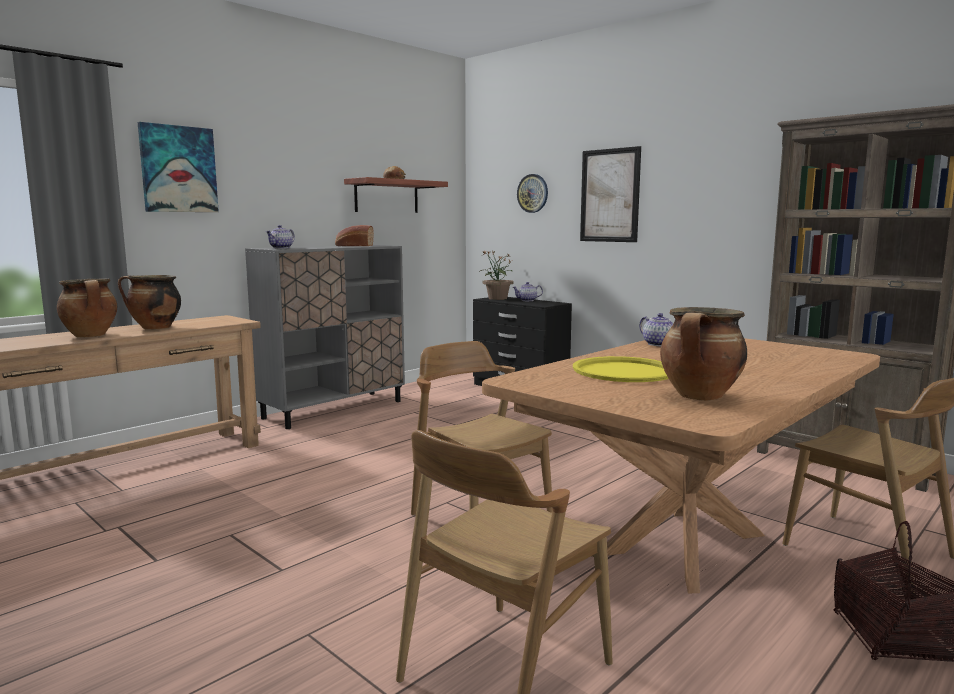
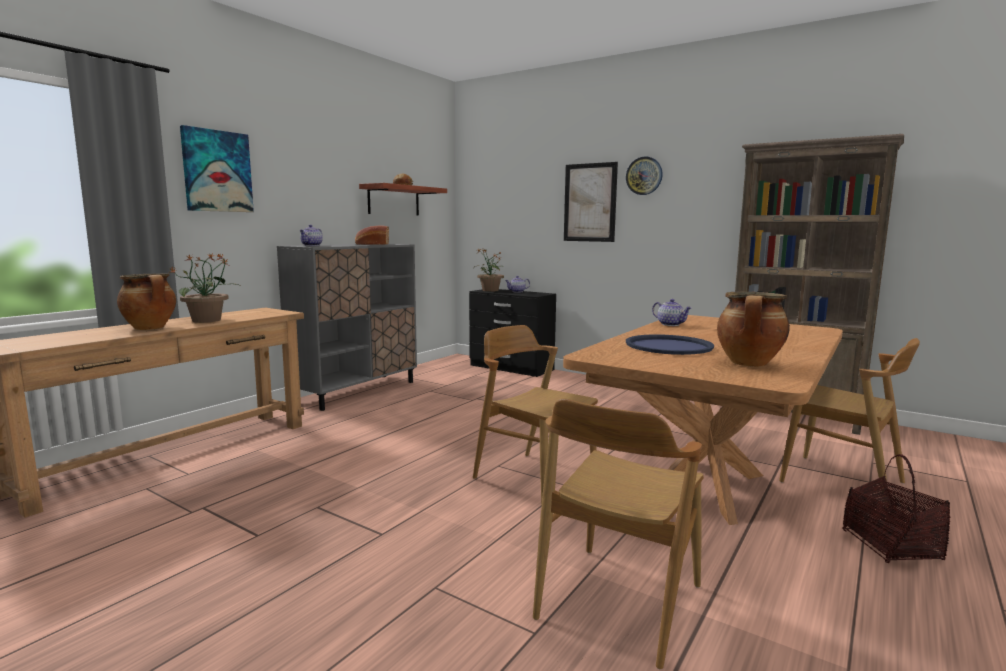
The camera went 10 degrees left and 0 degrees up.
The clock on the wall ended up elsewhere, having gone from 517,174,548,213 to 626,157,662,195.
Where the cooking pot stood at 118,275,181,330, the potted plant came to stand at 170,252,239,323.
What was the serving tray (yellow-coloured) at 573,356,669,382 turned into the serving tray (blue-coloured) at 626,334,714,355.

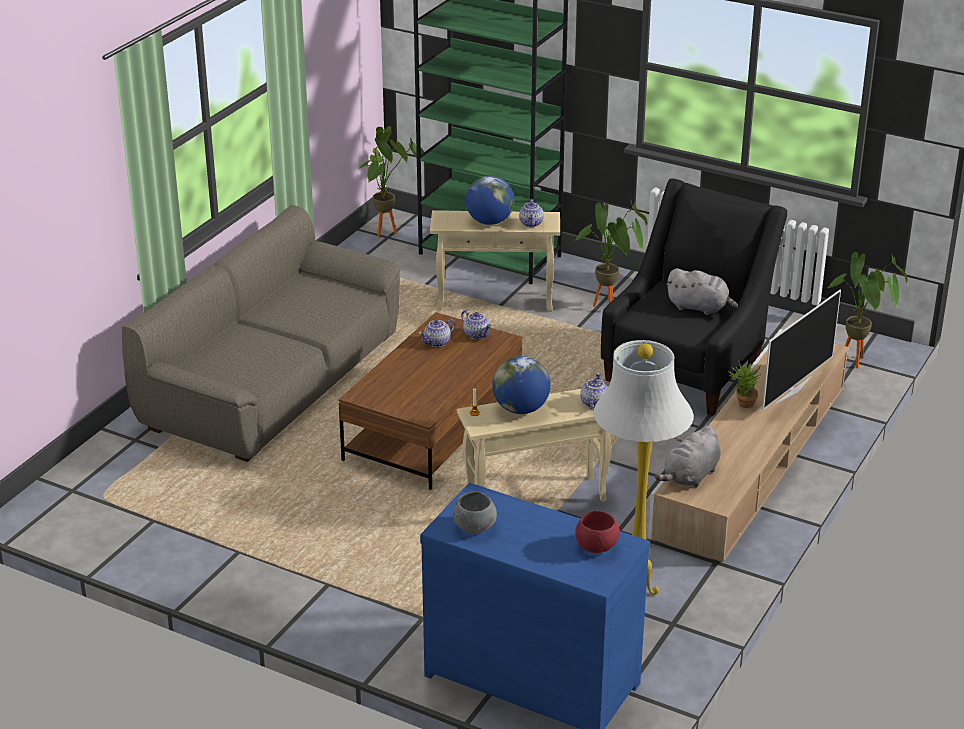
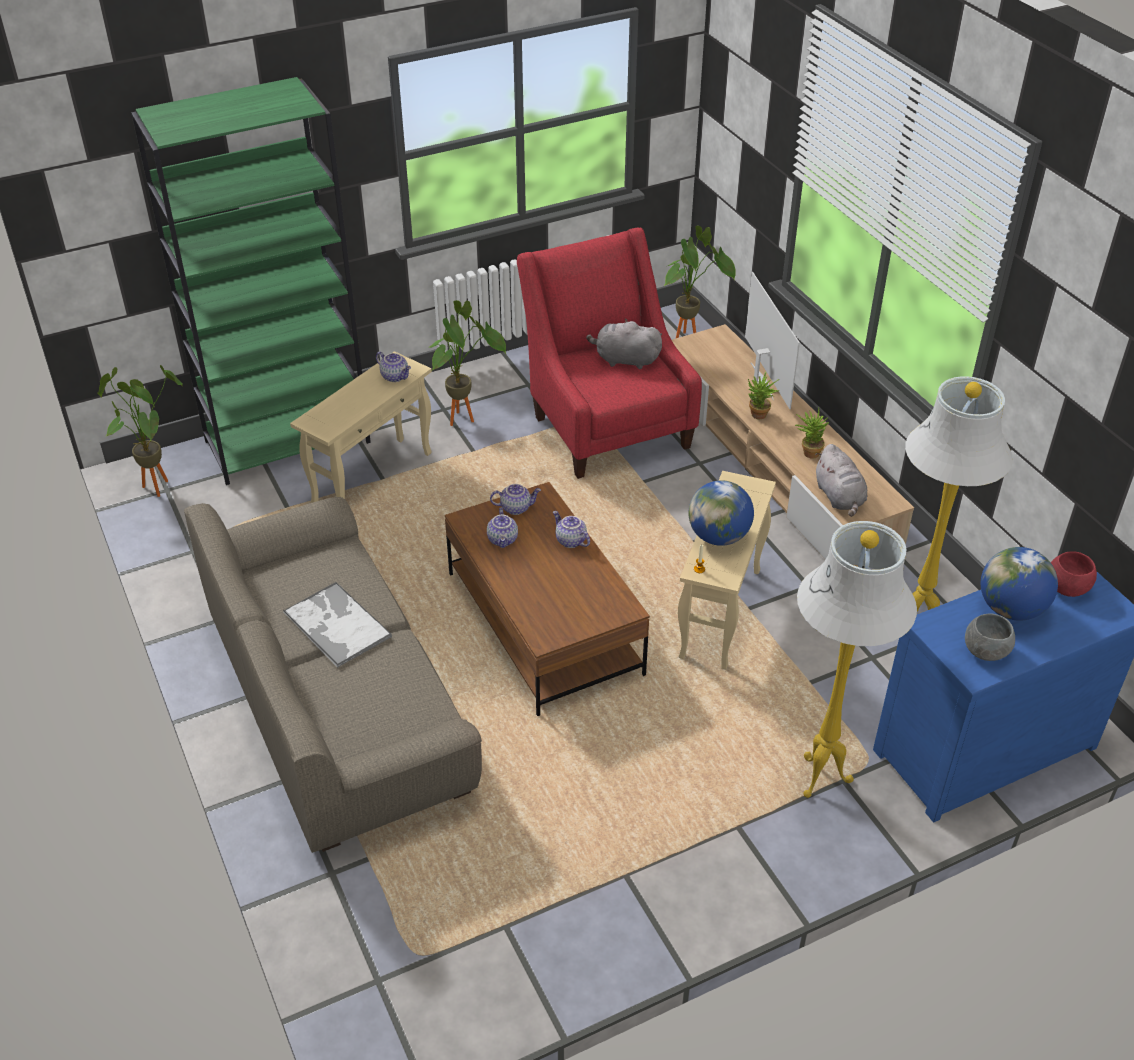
The camera went 55 degrees left and 10 degrees up.
The world globe ended up elsewhere, having gone from 466,176,514,225 to 981,547,1058,621.
What was the easy chair (blackish) at 601,178,787,416 turned into the easy chair (red-coloured) at 517,228,702,479.
The soft toy (gray) at 666,268,738,315 ended up facing another way, 135 degrees counterclockwise from before.
The teapot ended up elsewhere, having gone from 580,373,608,409 to 553,511,590,548.
The second view gained the potted plant at 795,408,829,459.
The second view gained the standard lamp (white-coloured) at 797,521,917,798.
The second view gained the serving tray at 283,582,392,668.

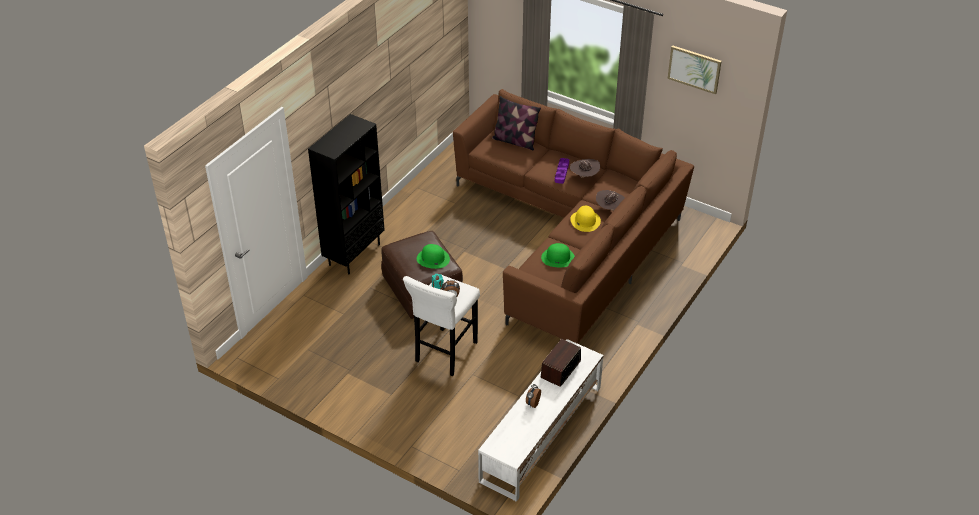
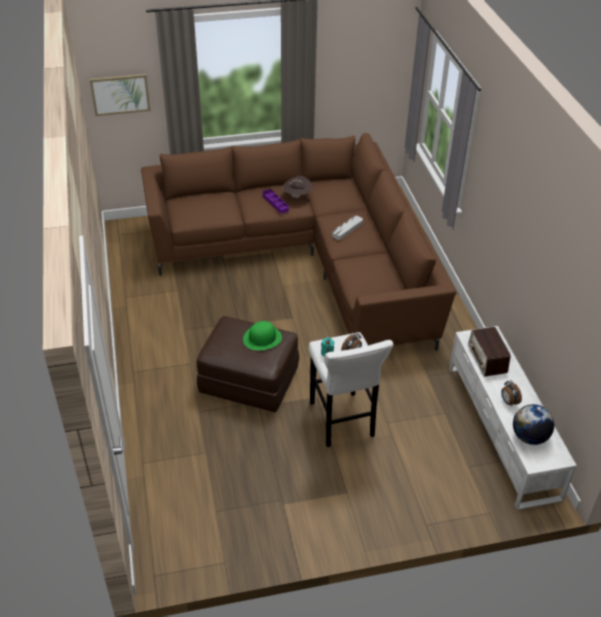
The camera went 45 degrees left and 0 degrees up.
The wall art ended up elsewhere, having gone from 668,45,722,94 to 90,74,151,116.
The second view lost the throw pillow at 492,96,541,150.
The second view lost the shelving unit (blackish) at 308,114,385,275.
The second view lost the hat (brownish) at 596,190,625,211.
Where the hat (yellow-coloured) stood at 570,206,601,232, the serving tray (gray) came to stand at 332,216,363,240.
The second view lost the hat (green-coloured) at 541,243,575,267.
The second view gained the world globe at 513,404,554,445.

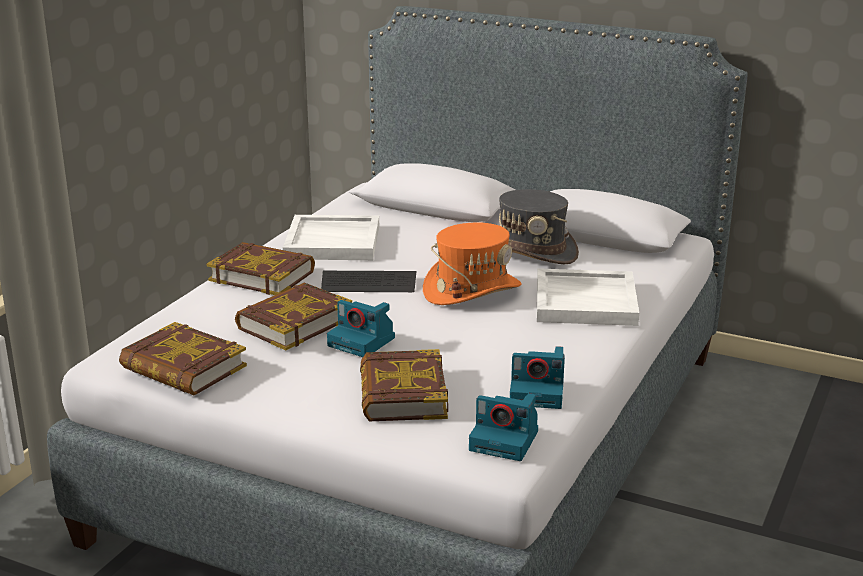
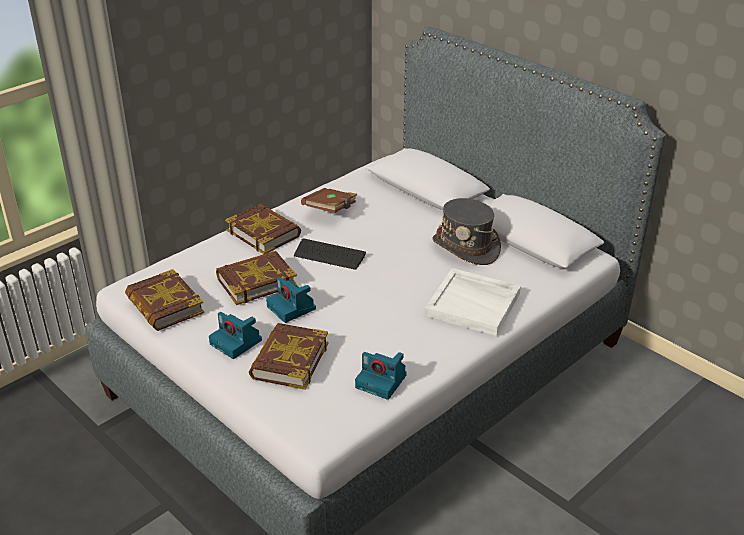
The camera went 20 degrees right and 10 degrees up.
Where the serving tray (white-coloured) stood at 283,215,379,260, the bound book (brownish) came to stand at 301,188,357,213.
The second view lost the hat (orangey) at 423,222,522,305.
The photo camera ended up elsewhere, having gone from 469,393,538,461 to 209,312,262,359.

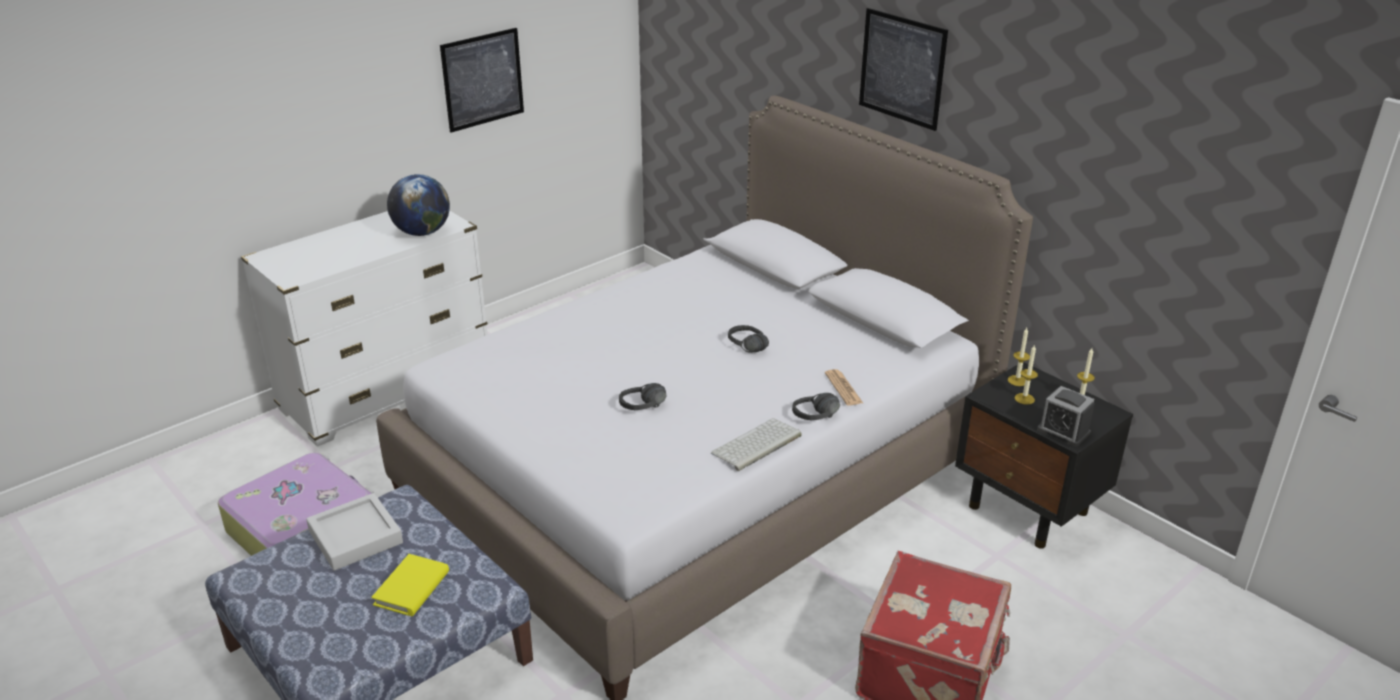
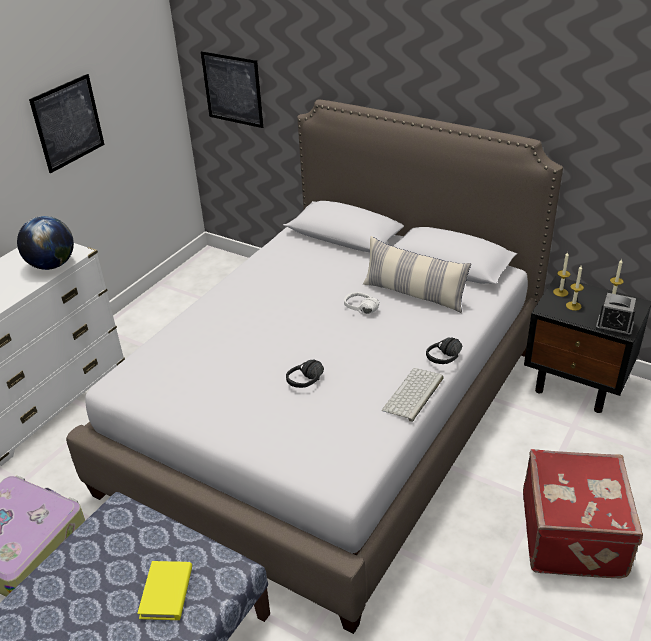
The camera went 15 degrees left and 5 degrees up.
The wall art ended up elsewhere, having gone from 859,8,948,131 to 201,51,263,128.
What was the headphones (blackish) at 728,325,769,353 turned into the headphones (white-coloured) at 344,292,379,315.
The second view lost the daily paper at 825,369,863,406.
The second view lost the serving tray (gray) at 306,493,403,571.
The second view gained the throw pillow at 363,236,471,313.

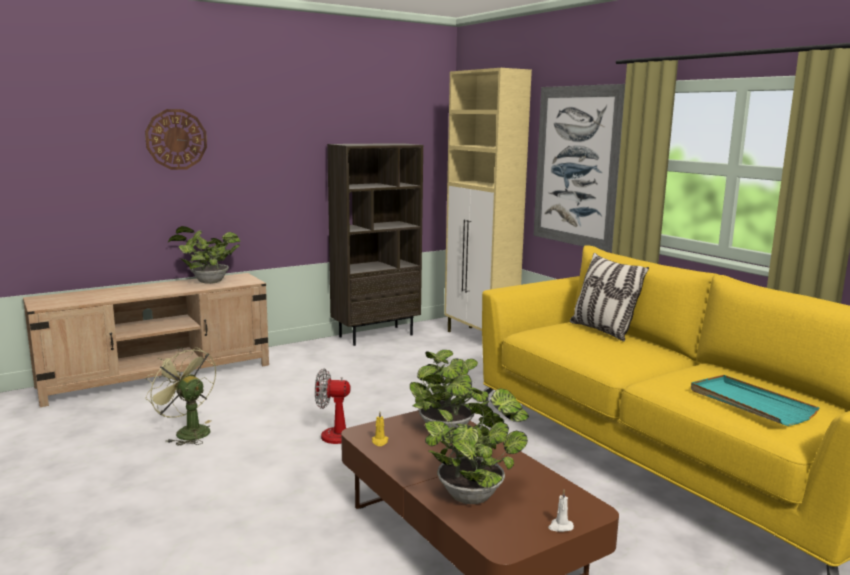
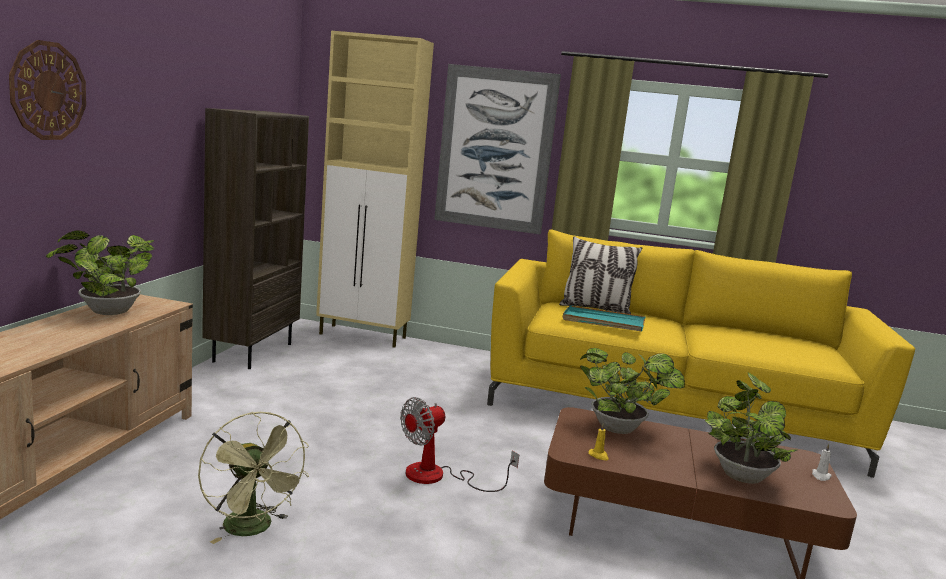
The camera went 45 degrees left and 0 degrees up.
The cooling fan (green-coloured) at 145,346,216,446 ended up facing another way, 120 degrees counterclockwise from before.
The serving tray (turquoise) ended up elsewhere, having gone from 691,375,820,426 to 563,305,646,331.

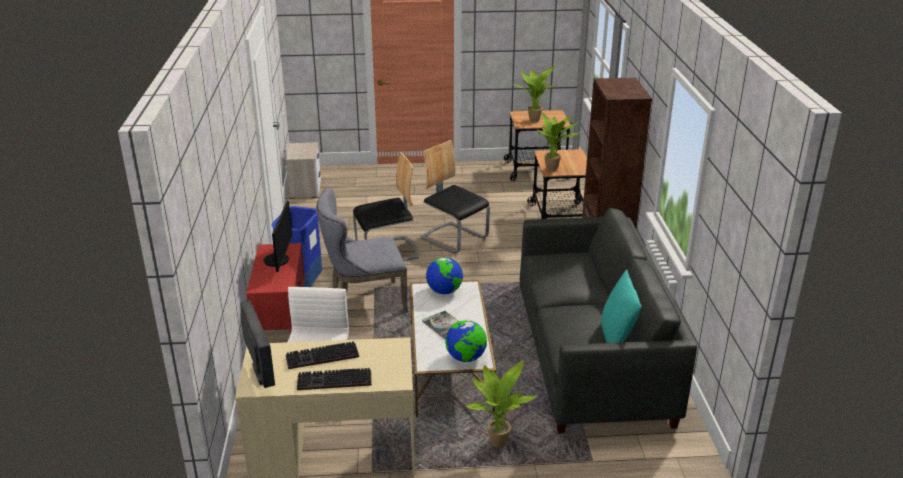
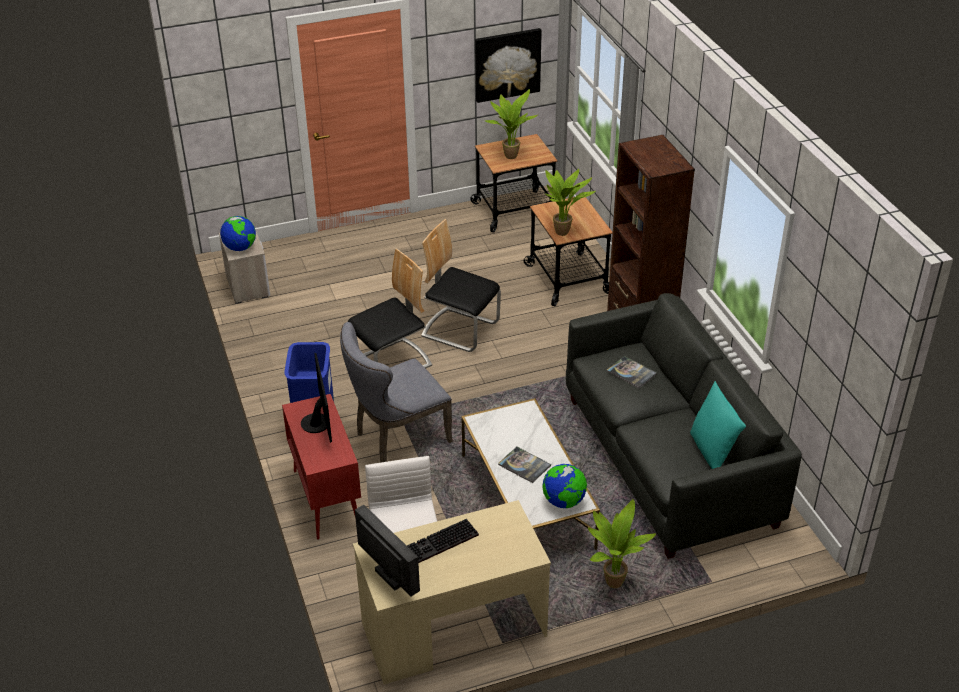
The camera went 15 degrees left and 10 degrees up.
The world globe ended up elsewhere, having gone from 426,257,463,294 to 220,216,256,251.
The second view lost the computer keyboard at 297,368,372,390.
The second view gained the wall art at 475,28,542,103.
The second view gained the bound book at 606,356,657,389.

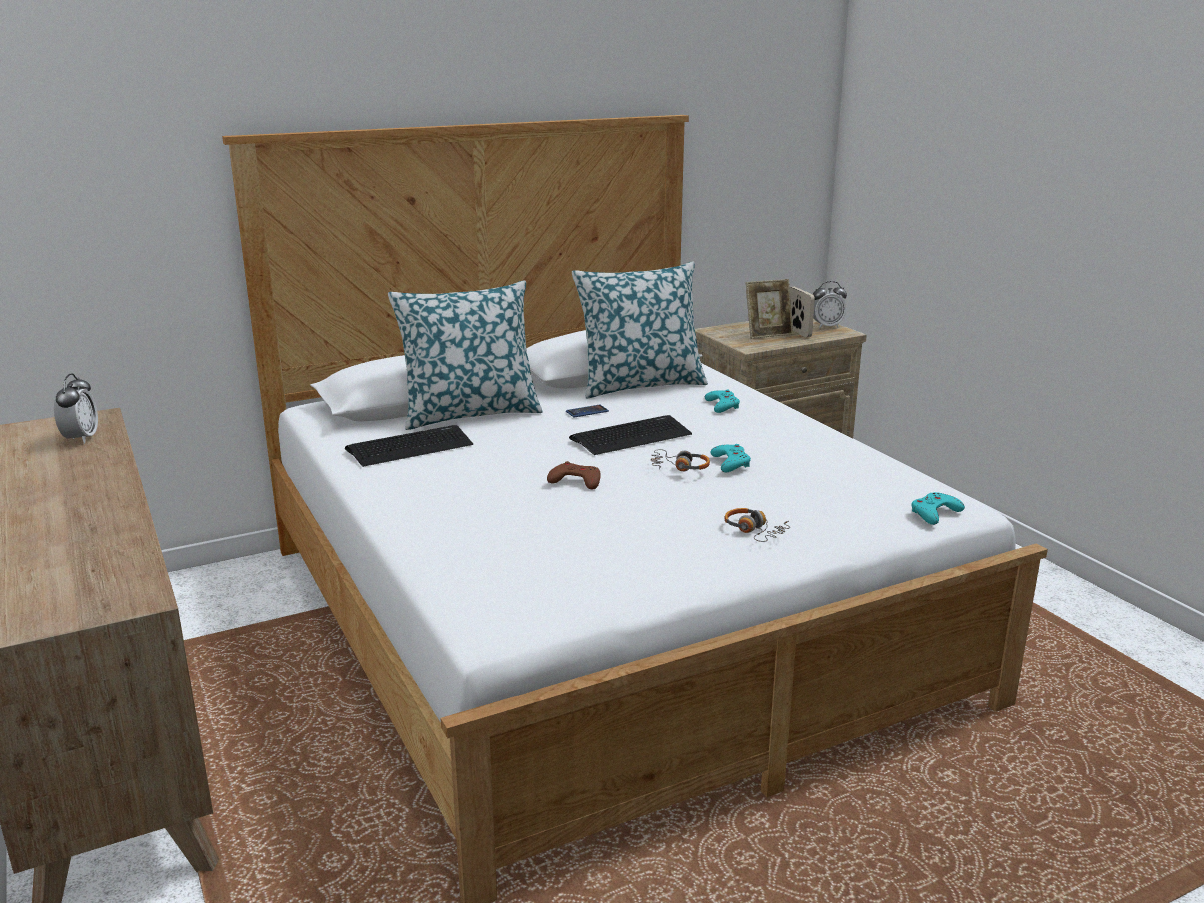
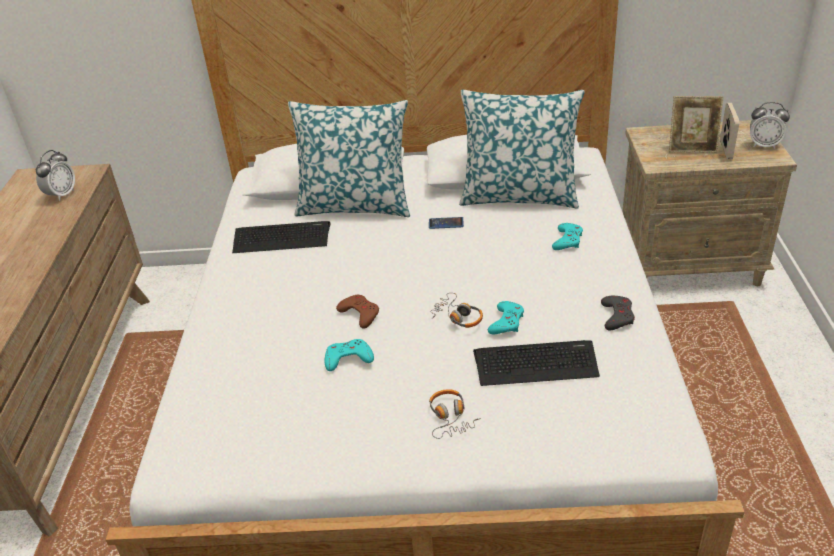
The camera went 30 degrees right and 15 degrees up.
The computer keyboard ended up elsewhere, having gone from 569,415,692,455 to 473,340,600,386.
The gamepad (turquoise) ended up elsewhere, having gone from 911,492,965,525 to 325,339,374,371.
The second view gained the gamepad (gray) at 601,296,635,330.

